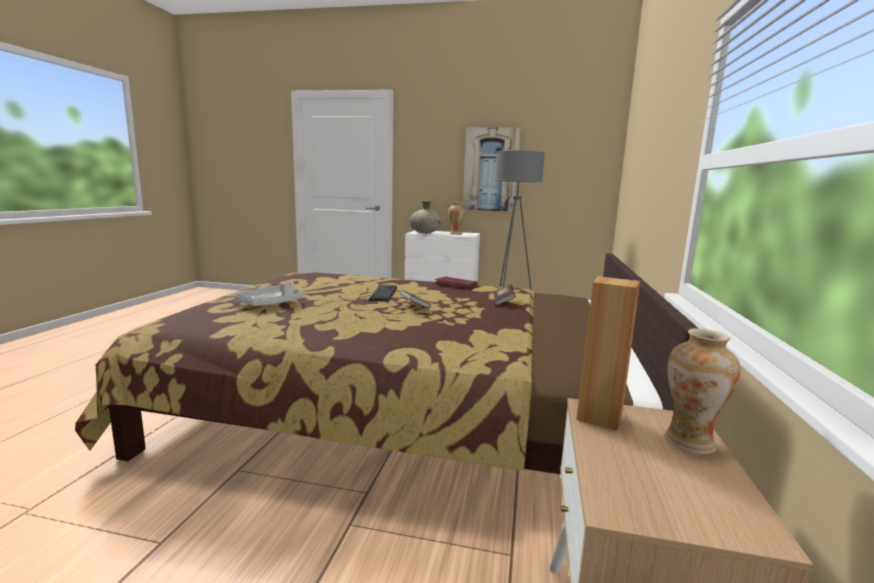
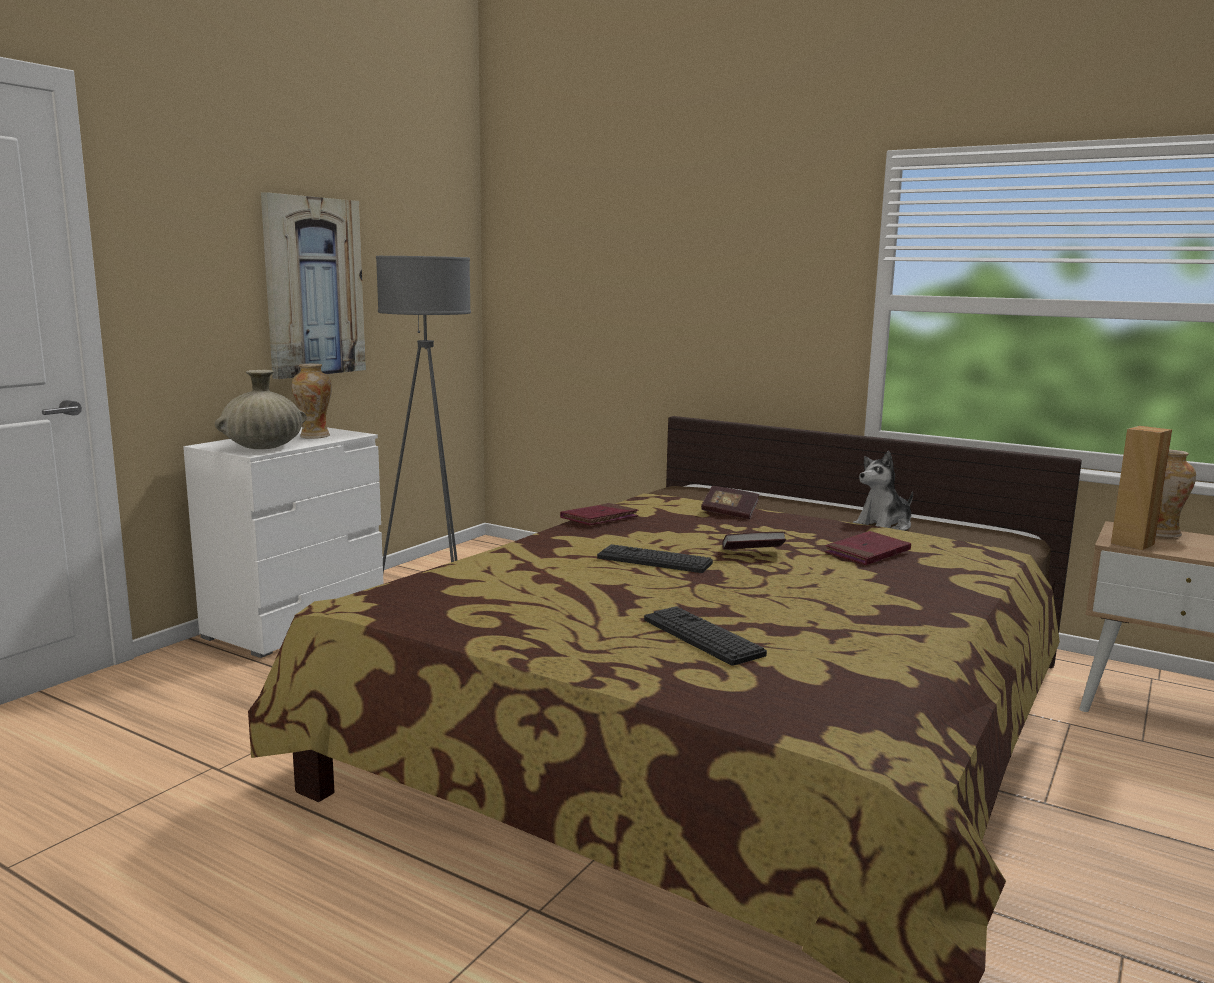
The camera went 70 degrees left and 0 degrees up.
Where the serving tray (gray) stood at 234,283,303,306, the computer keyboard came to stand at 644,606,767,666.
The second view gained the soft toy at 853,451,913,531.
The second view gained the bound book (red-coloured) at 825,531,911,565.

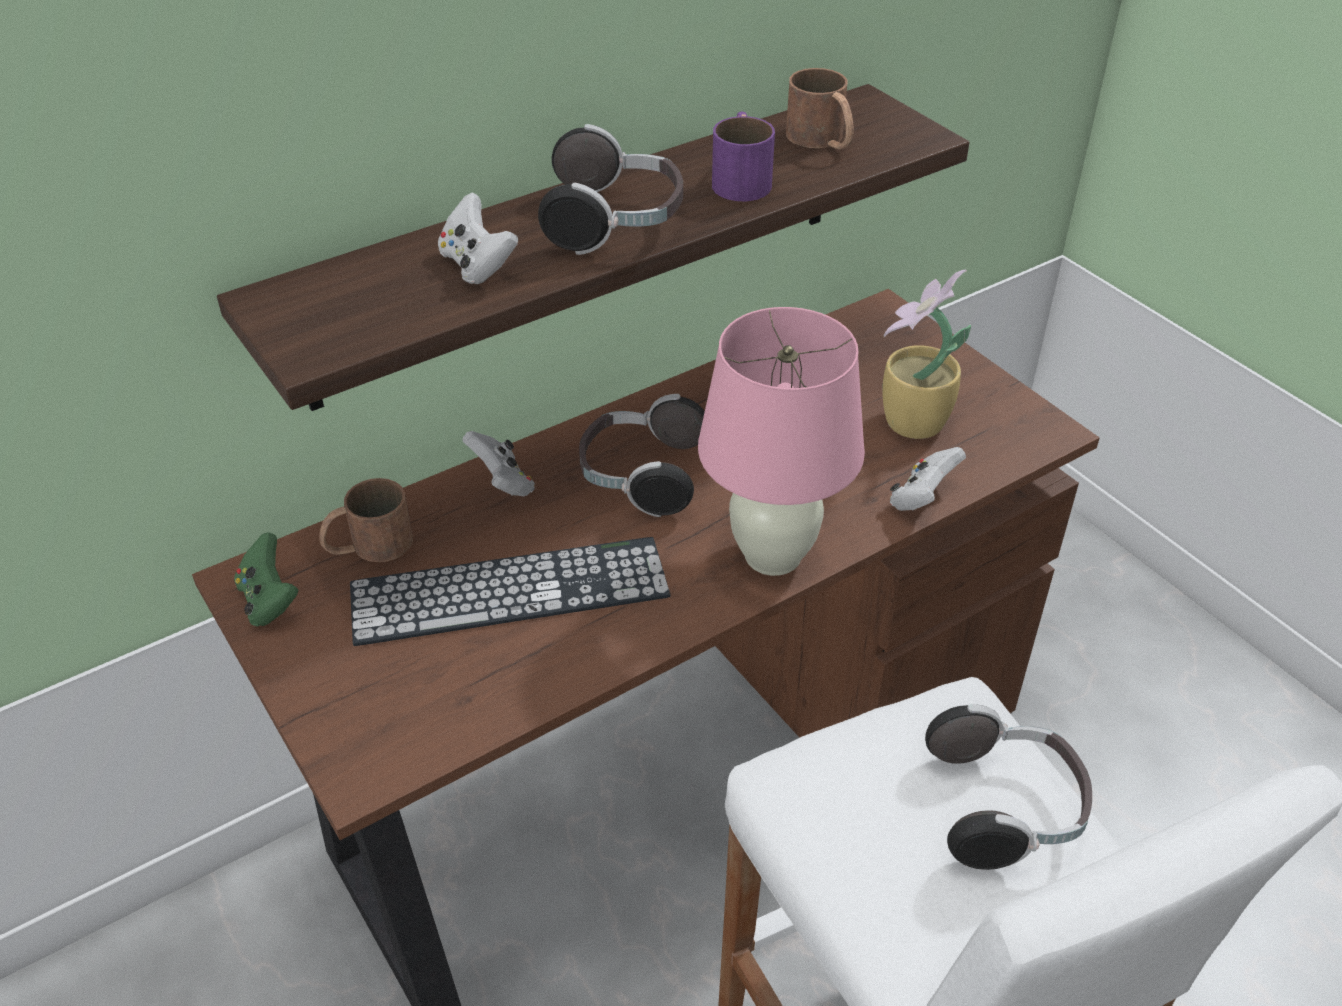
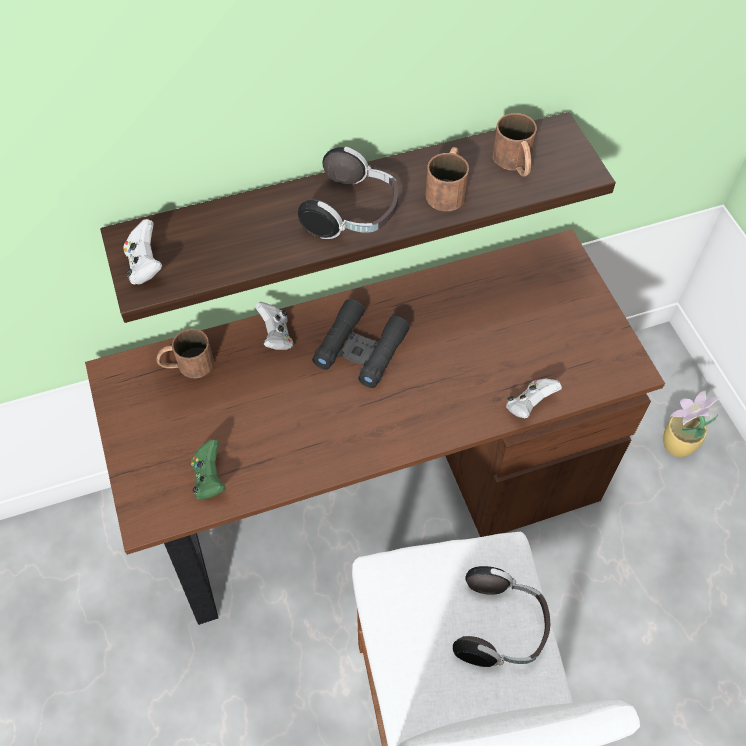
The camera went 15 degrees right and 15 degrees up.
What was the tea mug (purple-coloured) at 712,112,775,201 turned into the tea mug (brownish) at 426,147,469,211.
The gamepad (white-coloured) ended up elsewhere, having gone from 438,192,518,284 to 123,219,162,285.
The potted plant ended up elsewhere, having gone from 883,269,971,439 to 663,390,721,457.
The second view lost the table lamp (pink) at 698,307,865,576.
Where the headphones stood at 579,394,705,517, the pair of binoculars (blackish) came to stand at 312,299,410,388.
The gamepad (green-coloured) ended up elsewhere, having gone from 234,532,299,626 to 191,439,226,500.
The second view lost the computer keyboard at 350,537,670,646.

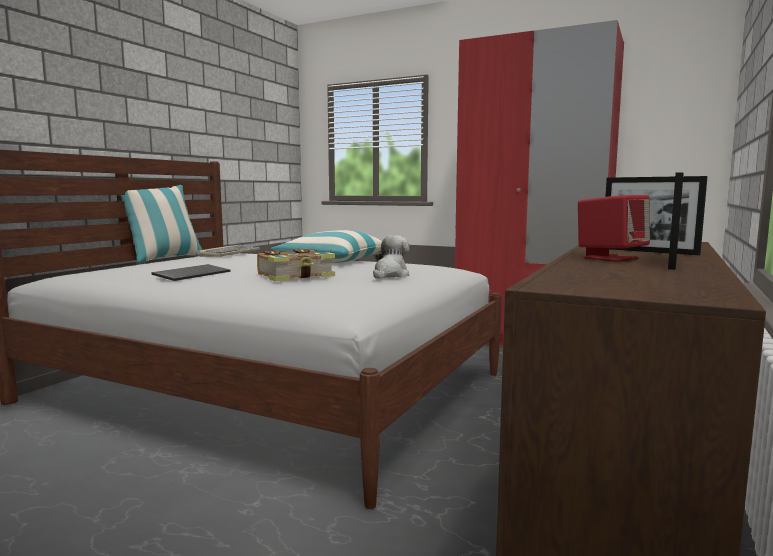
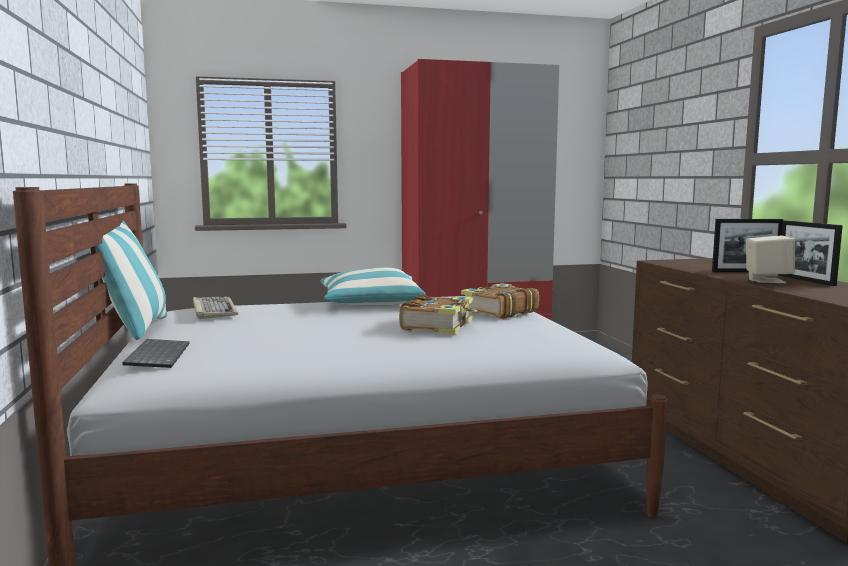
The camera went 40 degrees left and 0 degrees up.
What was the loudspeaker (red-coloured) at 578,195,650,262 turned into the loudspeaker (beige) at 746,235,795,283.
Where the soft toy stood at 373,235,409,279, the bound book came to stand at 461,283,539,319.
The computer keyboard ended up elsewhere, having gone from 151,264,230,281 to 122,339,189,368.

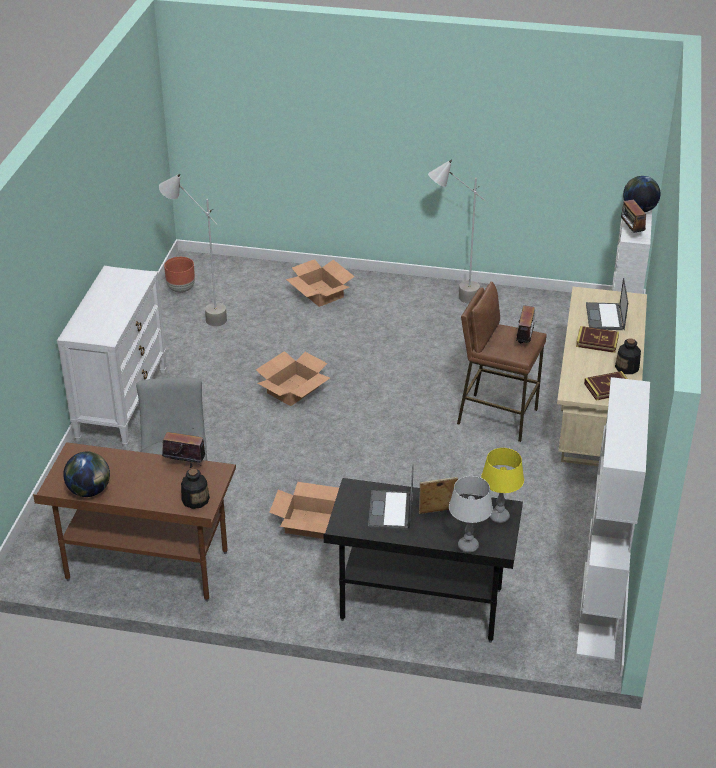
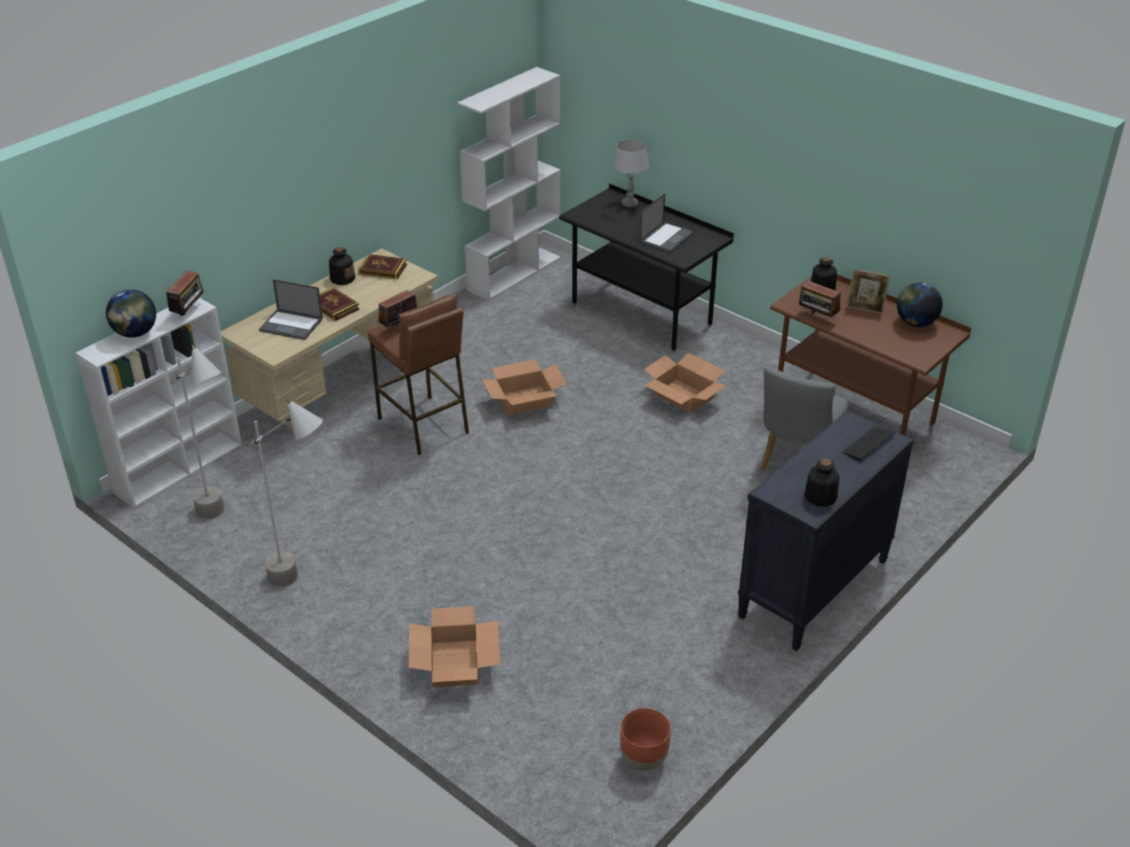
The camera went 150 degrees left and 0 degrees up.
The standard lamp (gray) ended up elsewhere, having gone from 159,174,227,326 to 174,345,224,519.
What was the chest of drawers (white-coloured) at 57,266,167,447 turned into the chest of drawers (blackish) at 738,409,914,651.
The portable computer at 586,278,628,330 ended up facing another way, 75 degrees clockwise from before.
The cardboard box ended up elsewhere, having gone from 256,351,330,406 to 482,359,567,415.
The second view lost the table lamp (yellow-coloured) at 481,448,524,523.
The photo frame ended up elsewhere, having gone from 419,477,458,514 to 847,269,890,314.
The second view gained the computer keyboard at 842,426,895,461.
The second view gained the drink bottle at 804,459,839,507.

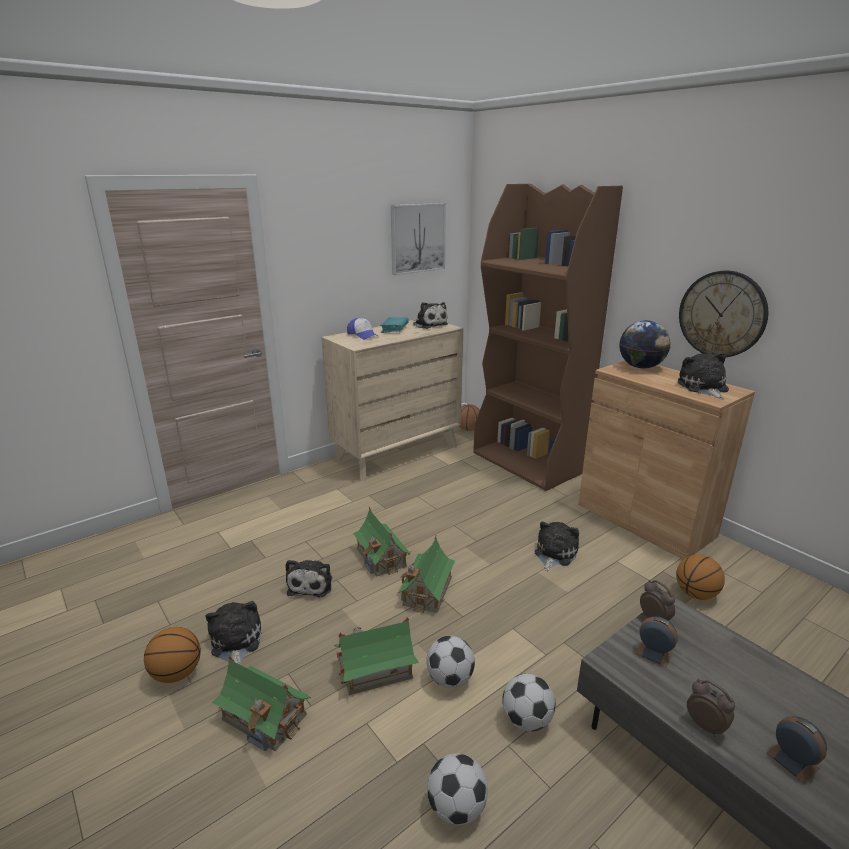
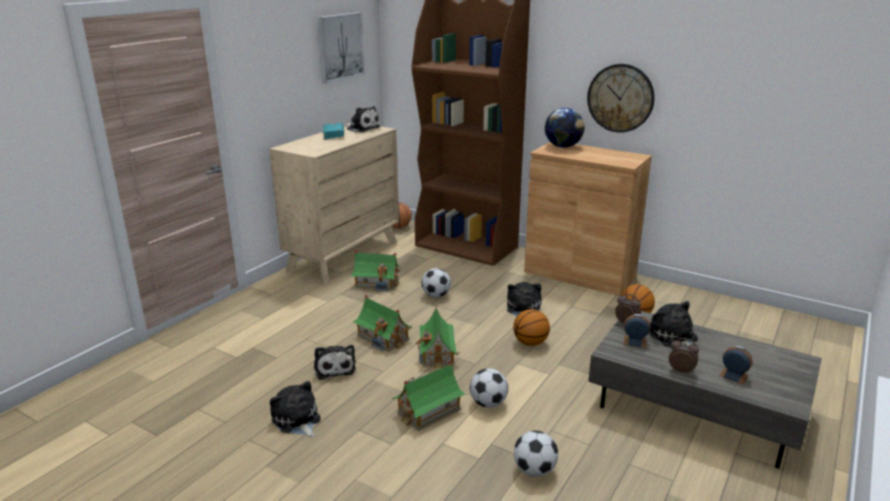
The camera went 20 degrees left and 0 degrees up.
The second view lost the baseball cap at 347,318,378,339.
The soft toy ended up elsewhere, having gone from 678,352,729,399 to 649,301,699,353.
The basketball ball ended up elsewhere, having gone from 144,627,201,683 to 513,309,550,346.
The model house ended up elsewhere, having gone from 212,656,311,752 to 350,250,399,291.
The ball for football ended up elsewhere, having gone from 502,673,555,732 to 421,268,451,298.

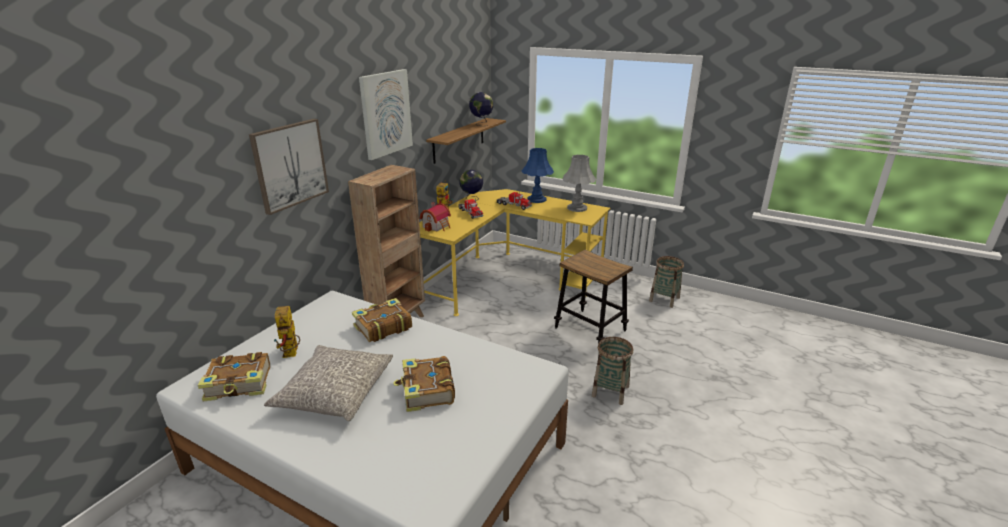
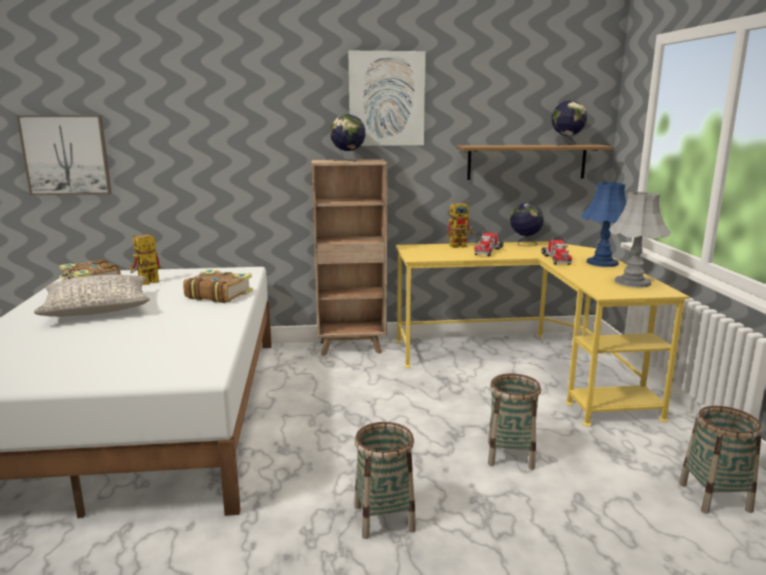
The camera went 55 degrees right and 10 degrees down.
The wall art ended up elsewhere, having gone from 249,119,329,215 to 16,115,112,195.
The second view lost the model house at 420,202,451,232.
Where the sitting stool stood at 554,250,633,344, the basket came to stand at 488,374,541,470.
The second view lost the bound book at 393,356,455,412.
The second view gained the world globe at 330,114,366,161.

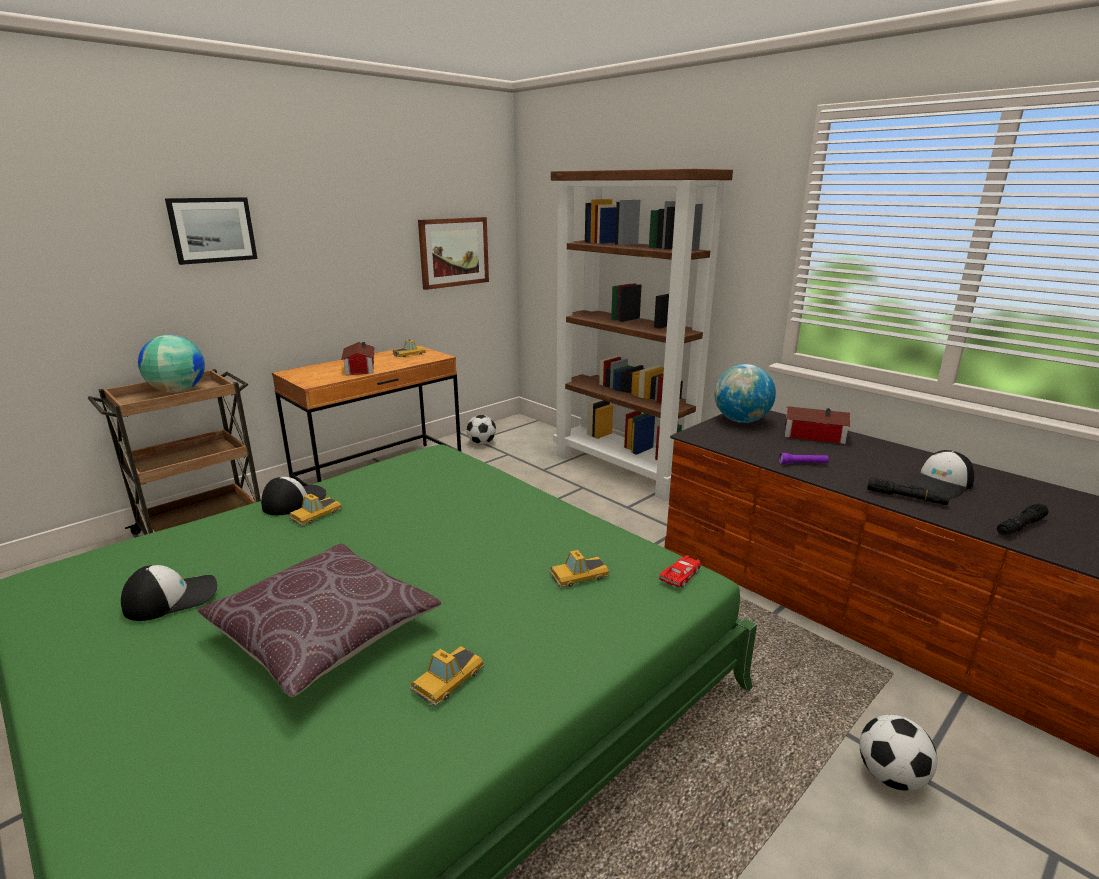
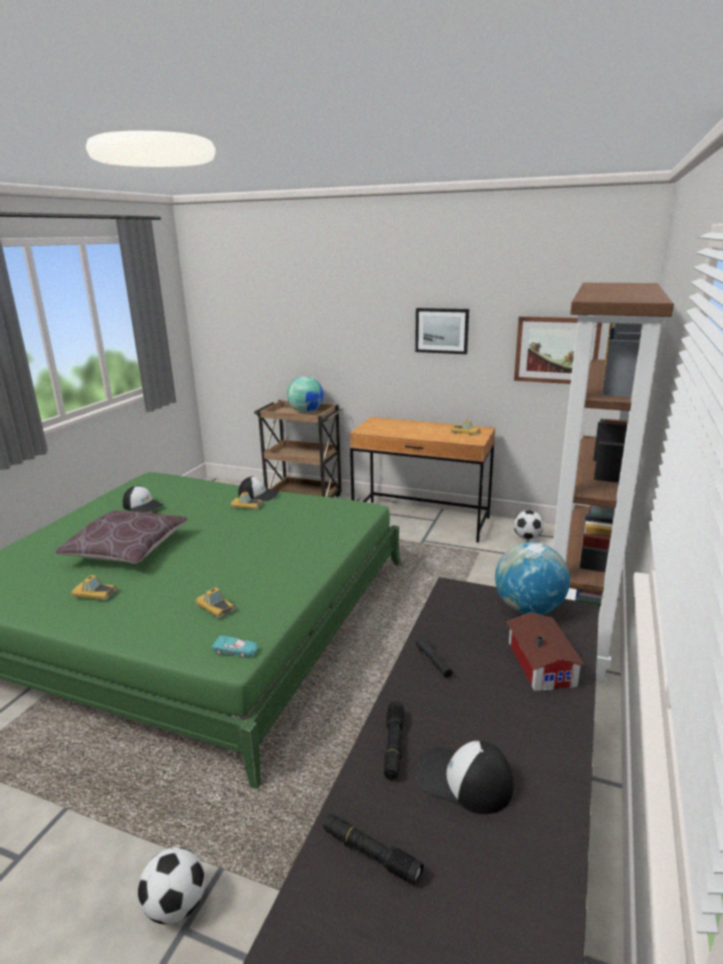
The camera went 65 degrees right and 0 degrees up.
The wall art ended up elsewhere, having gone from 165,197,257,265 to 415,308,469,354.
The second view lost the model house at 341,342,375,375.
What was the flashlight (purple-coloured) at 779,453,829,464 turned into the flashlight (blackish) at 416,637,452,678.
What was the miniature car (red-coloured) at 659,555,701,588 turned into the miniature car (turquoise) at 212,636,258,657.

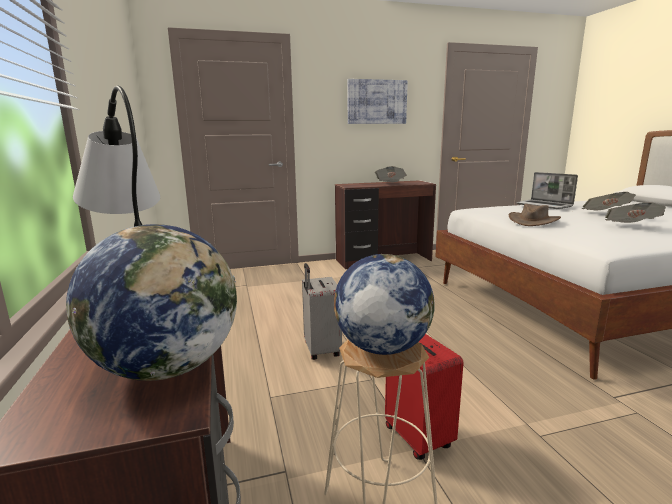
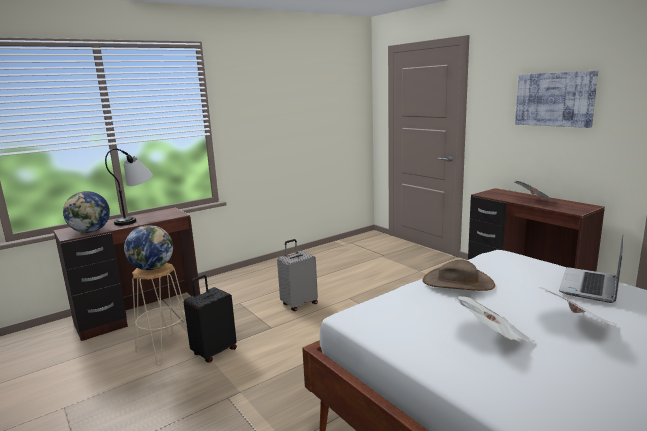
The camera went 70 degrees right and 0 degrees up.
What was the suitcase (red-coloured) at 385,334,464,460 turned into the suitcase (blackish) at 184,275,237,363.

